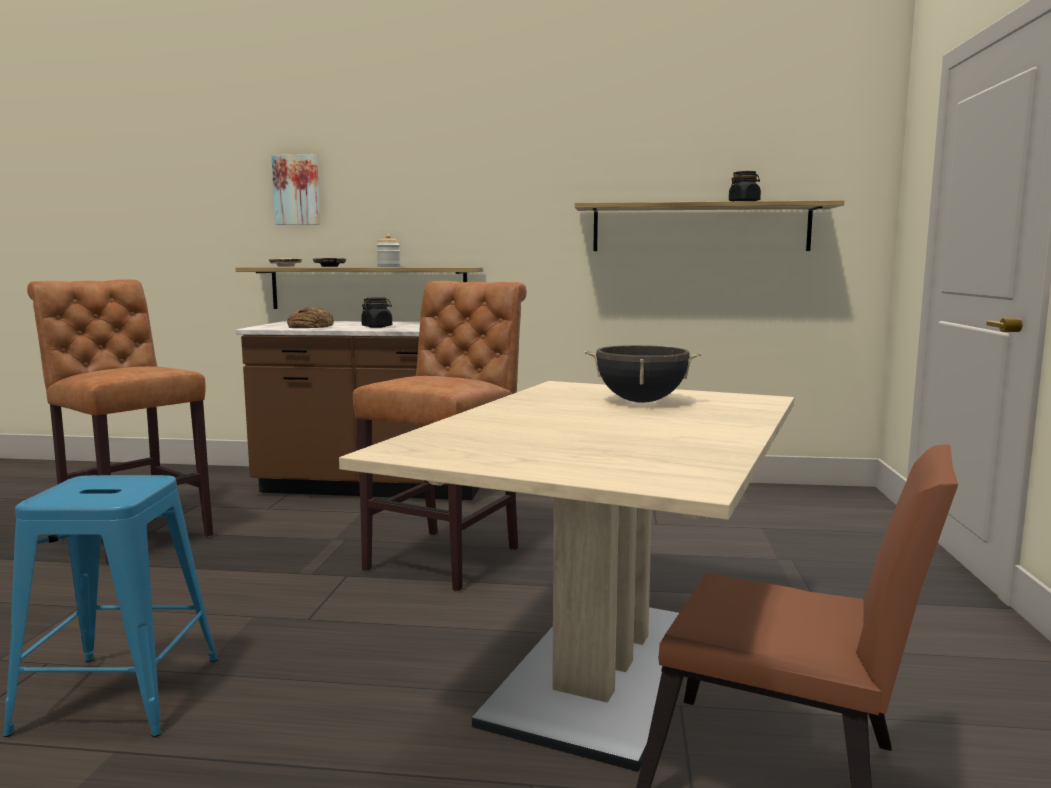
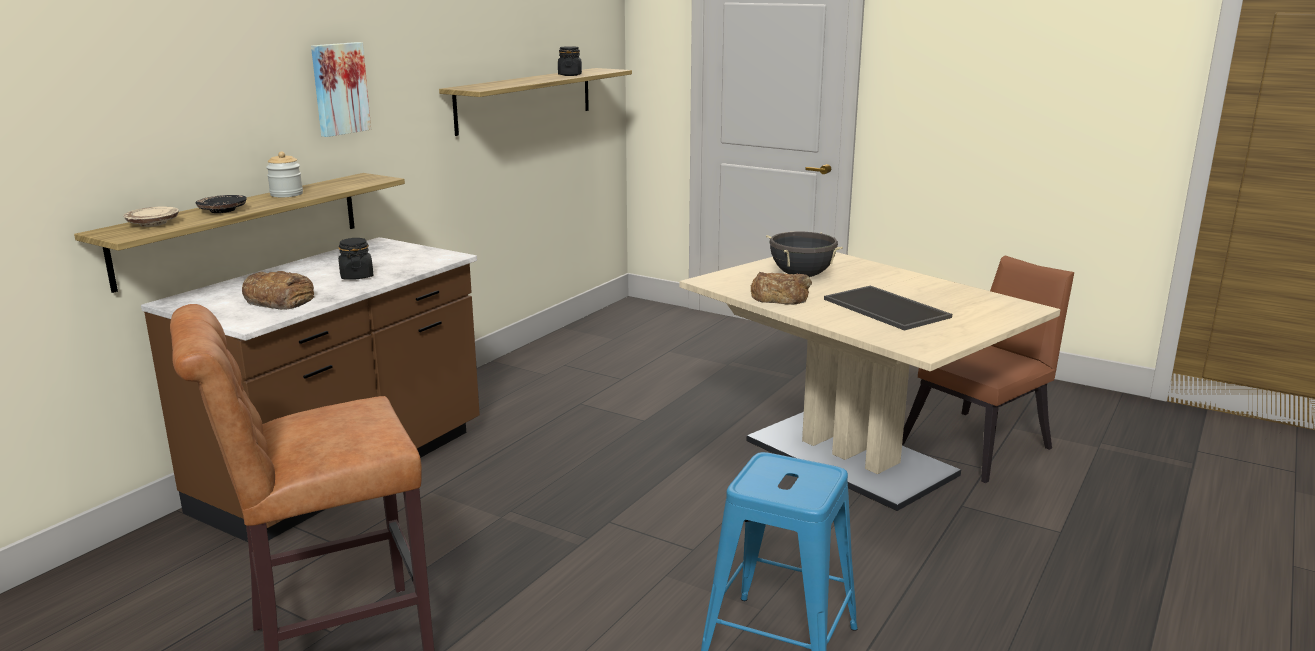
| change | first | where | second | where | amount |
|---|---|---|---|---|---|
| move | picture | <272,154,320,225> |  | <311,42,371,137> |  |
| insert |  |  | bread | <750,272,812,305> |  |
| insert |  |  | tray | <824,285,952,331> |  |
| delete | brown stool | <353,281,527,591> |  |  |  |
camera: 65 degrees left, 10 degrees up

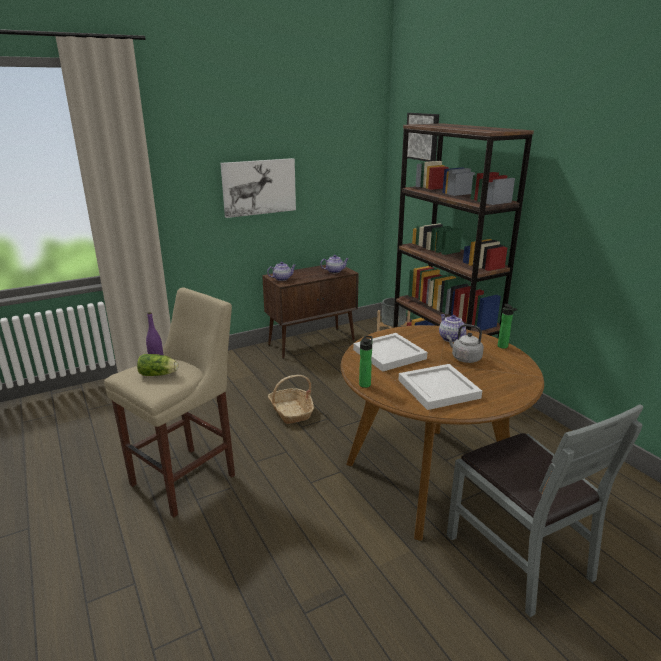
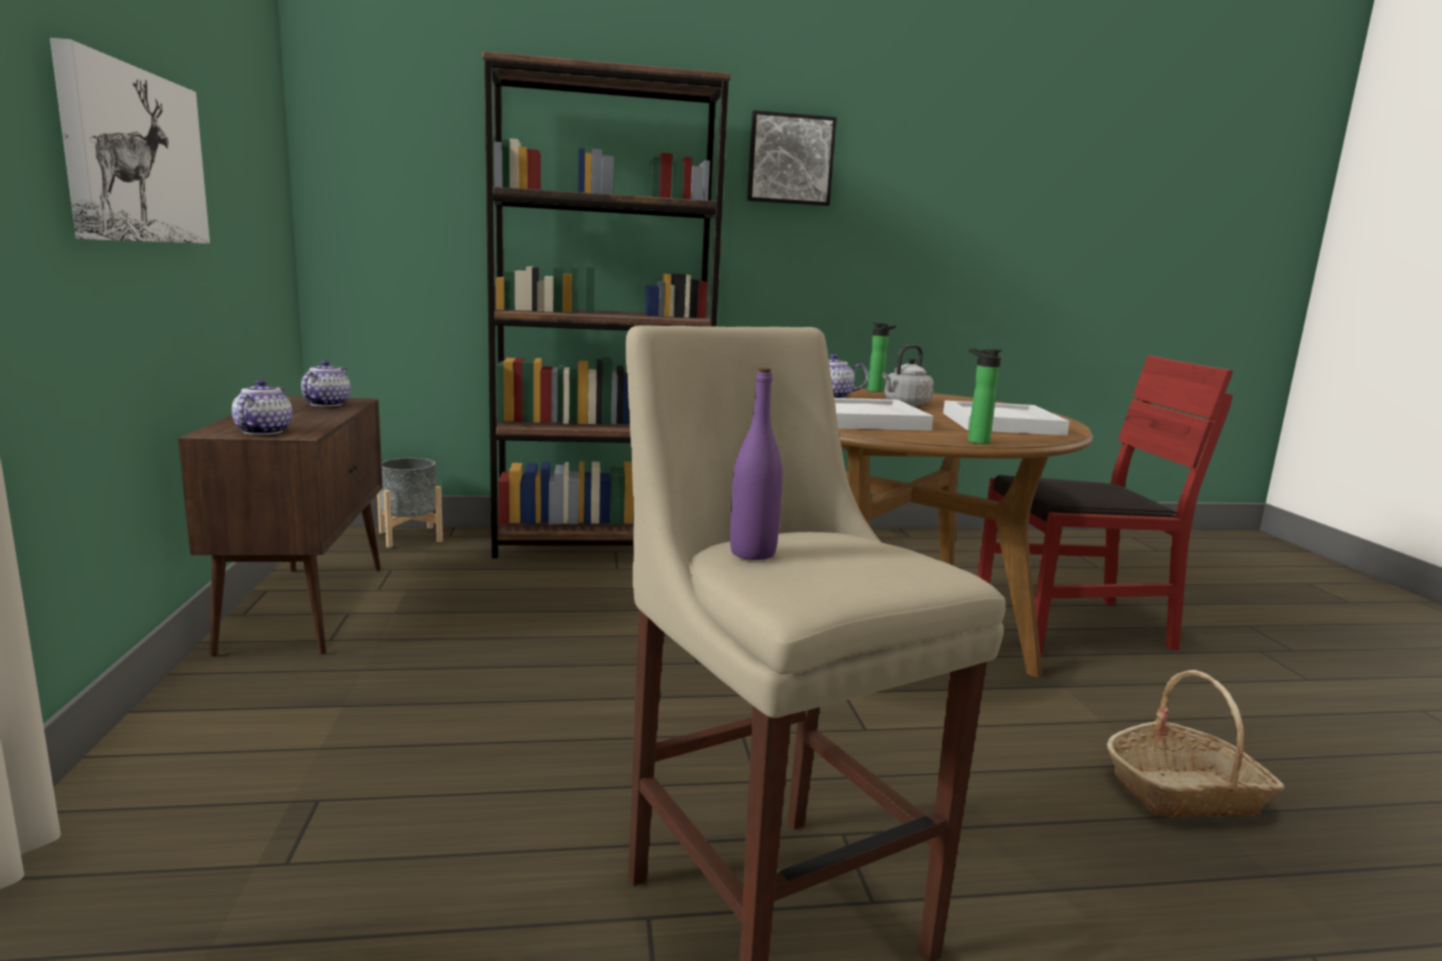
| change | first | where | second | where | amount |
|---|---|---|---|---|---|
| move | picture | <407,113,439,162> |  | <747,110,837,206> |  |
| recolor | grey chair | <447,404,643,617> | red chair | <977,355,1233,654> |  |
| move | basket | <268,375,314,424> |  | <1107,670,1284,818> |  |
| delete | lettuce | <137,354,178,376> |  |  |  |
camera: 70 degrees left, 10 degrees down

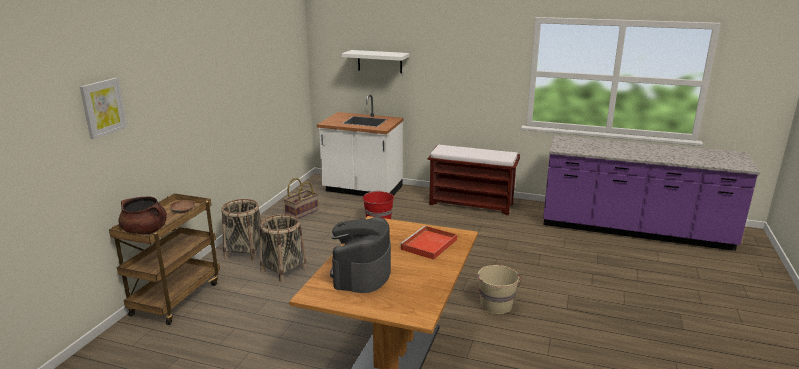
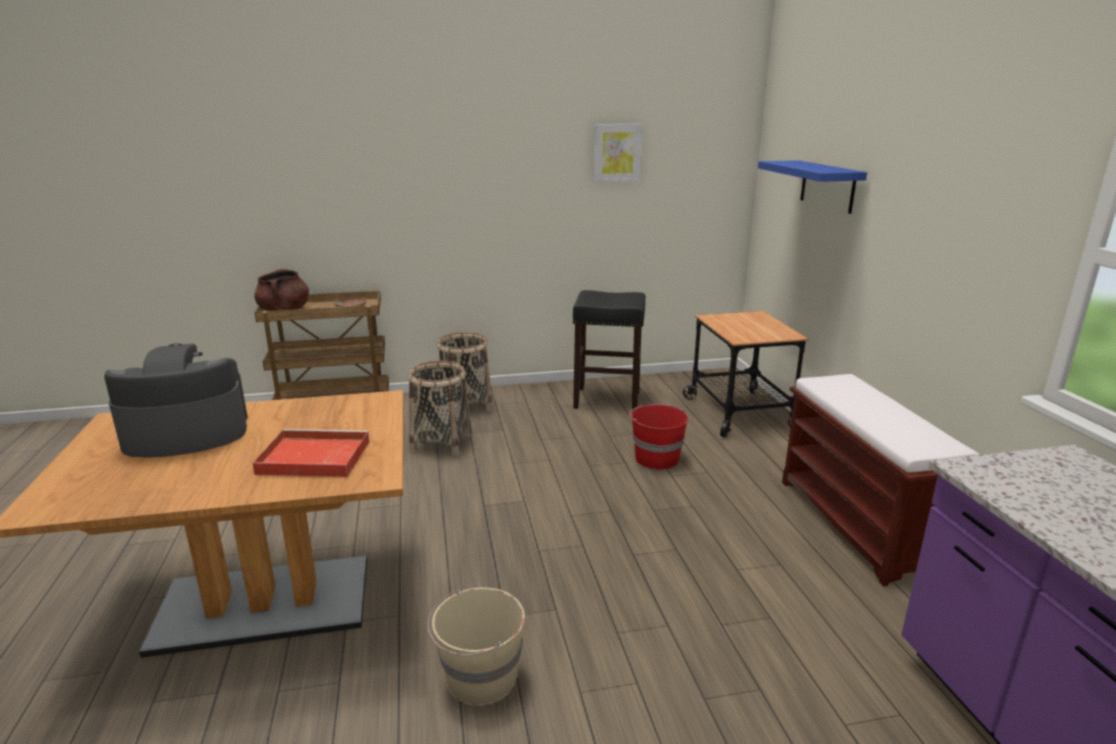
| change | first | where | second | where | amount |
|---|---|---|---|---|---|
| replace | basket | <284,178,319,219> | black stool | <573,290,646,411> |  |
| move | picture | <80,78,127,139> |  | <593,124,642,182> |  |
| replace | white counter | <317,95,404,196> | cart | <683,311,809,437> |  |
| recolor | white shelf | <342,50,409,73> | blue shelf | <758,160,867,214> |  |
camera: 60 degrees right, 0 degrees up

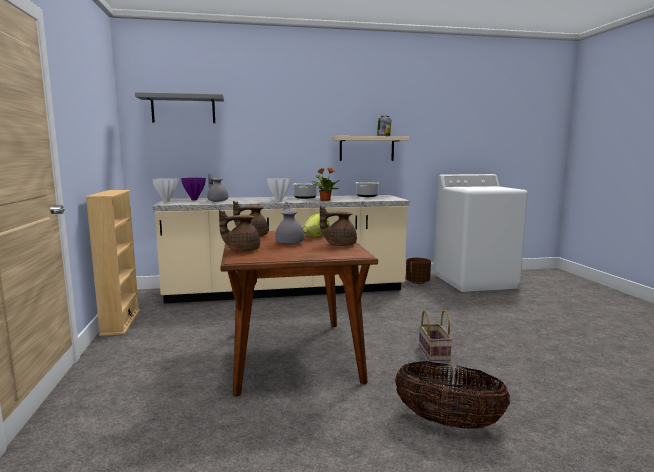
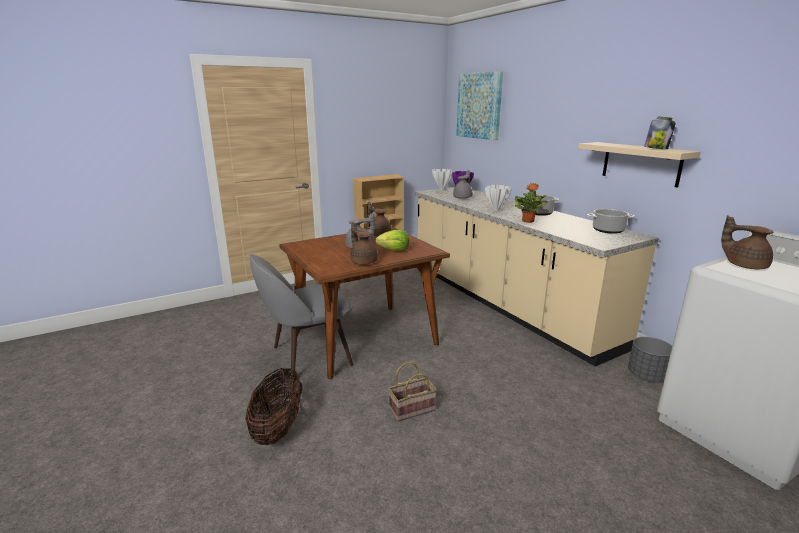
| change | first | where | second | where | amount |
|---|---|---|---|---|---|
| insert |  |  | grey chair | <249,254,353,379> |  |
| replace | grey shelf | <135,92,224,123> | picture | <456,71,503,140> |  |
| recolor | brown planter | <406,258,431,284> | grey planter | <628,337,672,382> |  |
| move | brown teapot | <219,210,260,252> |  | <721,215,773,269> |  |
camera: 70 degrees right, 10 degrees up

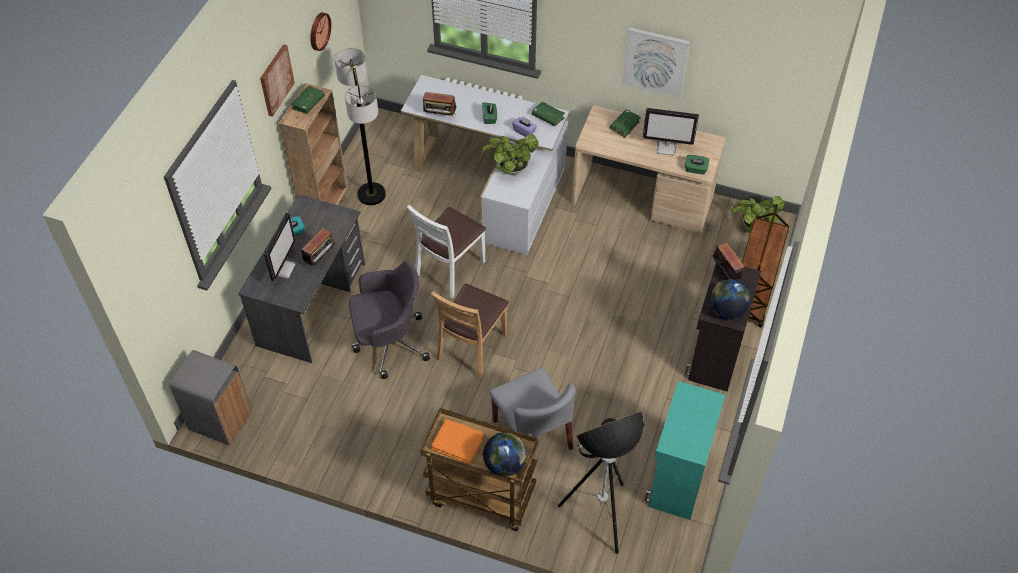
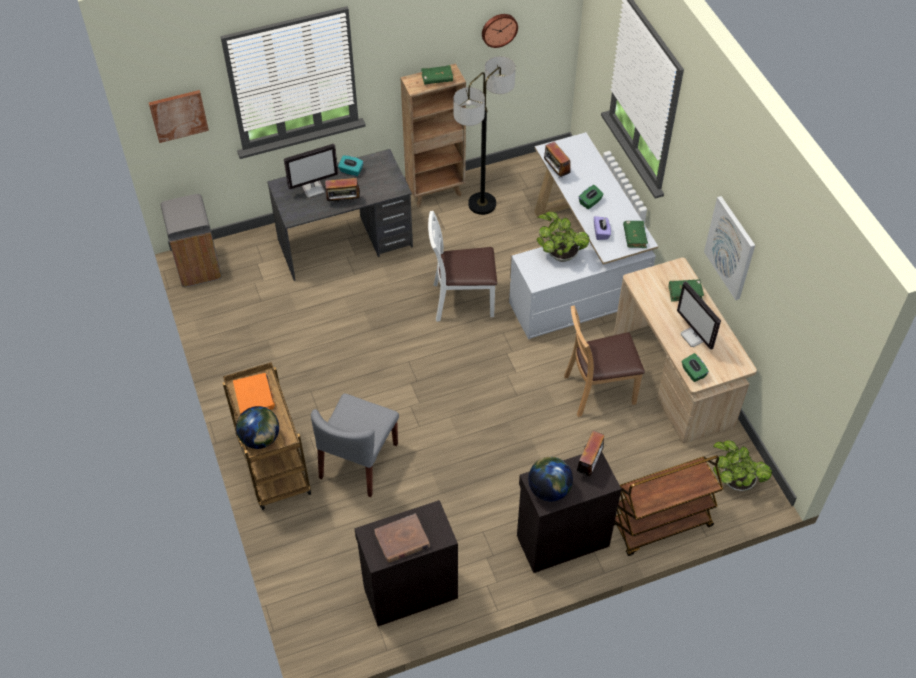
| change | first | where | second | where | amount |
|---|---|---|---|---|---|
| move | picture | <260,44,295,117> |  | <149,90,209,143> |  |
| recolor | turquoise cabinet | <644,381,725,520> | black cabinet | <354,500,458,626> |  |
| insert |  |  | brown book | <374,514,430,563> |  |
| move | brown chair | <431,284,509,379> |  | <564,305,645,417> |  |
| delete | grey office chair | <349,261,430,379> |  |  |  |
| delete | floor lamp | <558,411,645,554> |  |  |  |
camera: 50 degrees right, 0 degrees up

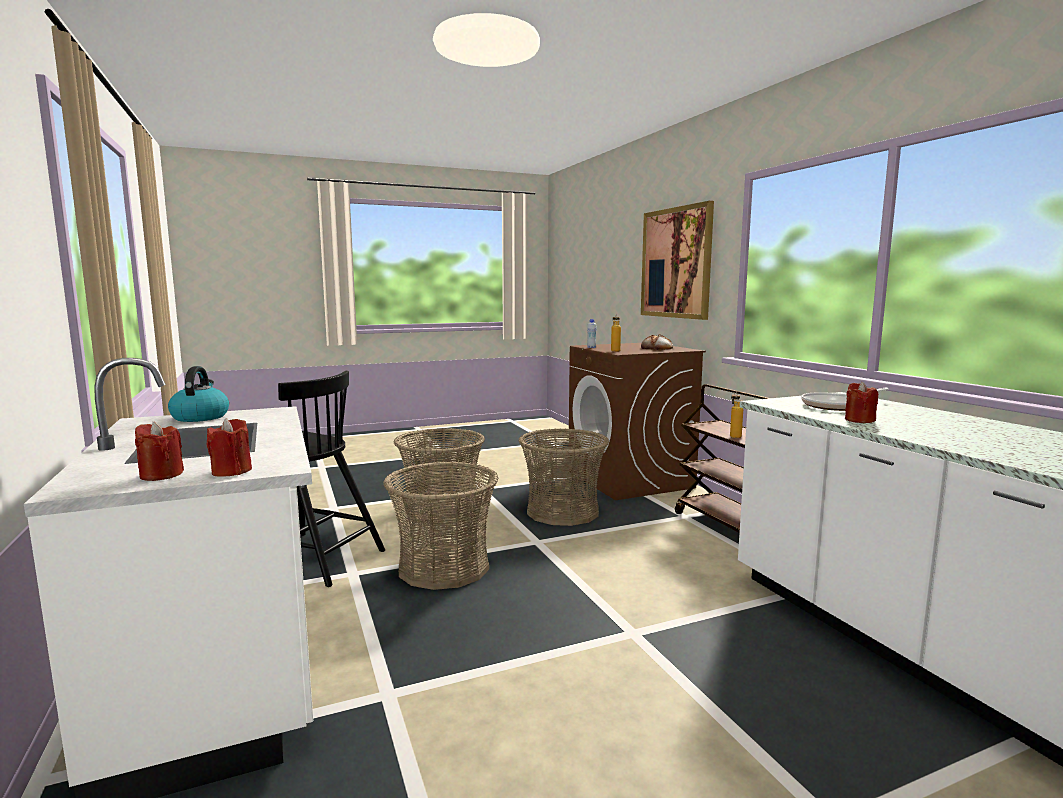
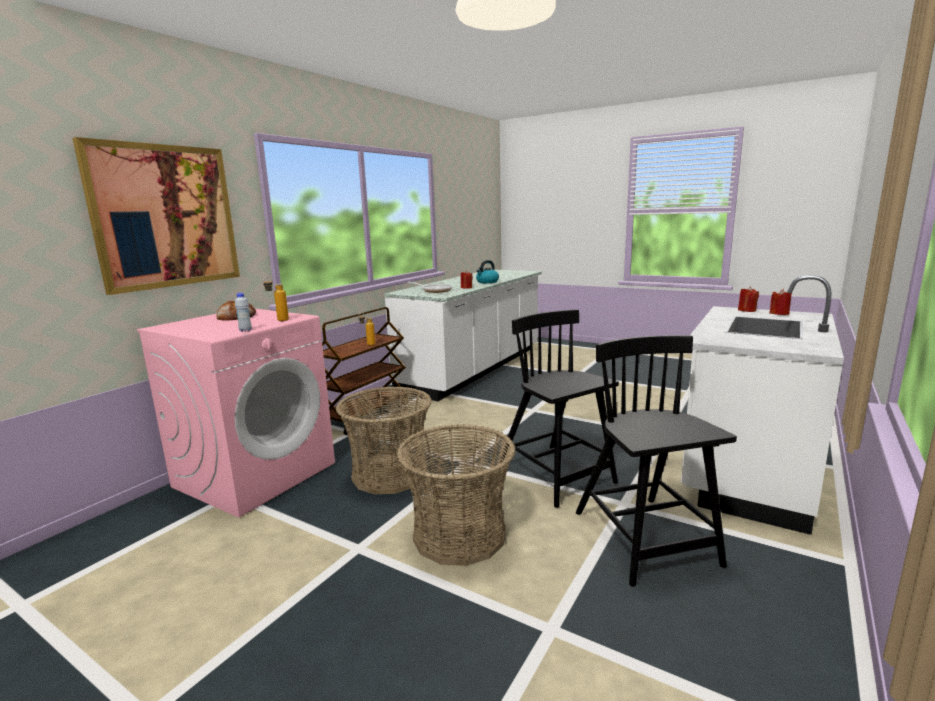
| change | first | where | second | where | amount |
|---|---|---|---|---|---|
| recolor | brown washing machine | <569,343,706,500> | pink washing machine | <137,309,335,518> |  |
| move | kettle | <168,366,229,422> |  | <476,260,499,283> |  |
| replace | basket | <383,462,498,590> | black chair | <501,310,619,508> |  |
camera: 125 degrees left, 5 degrees up

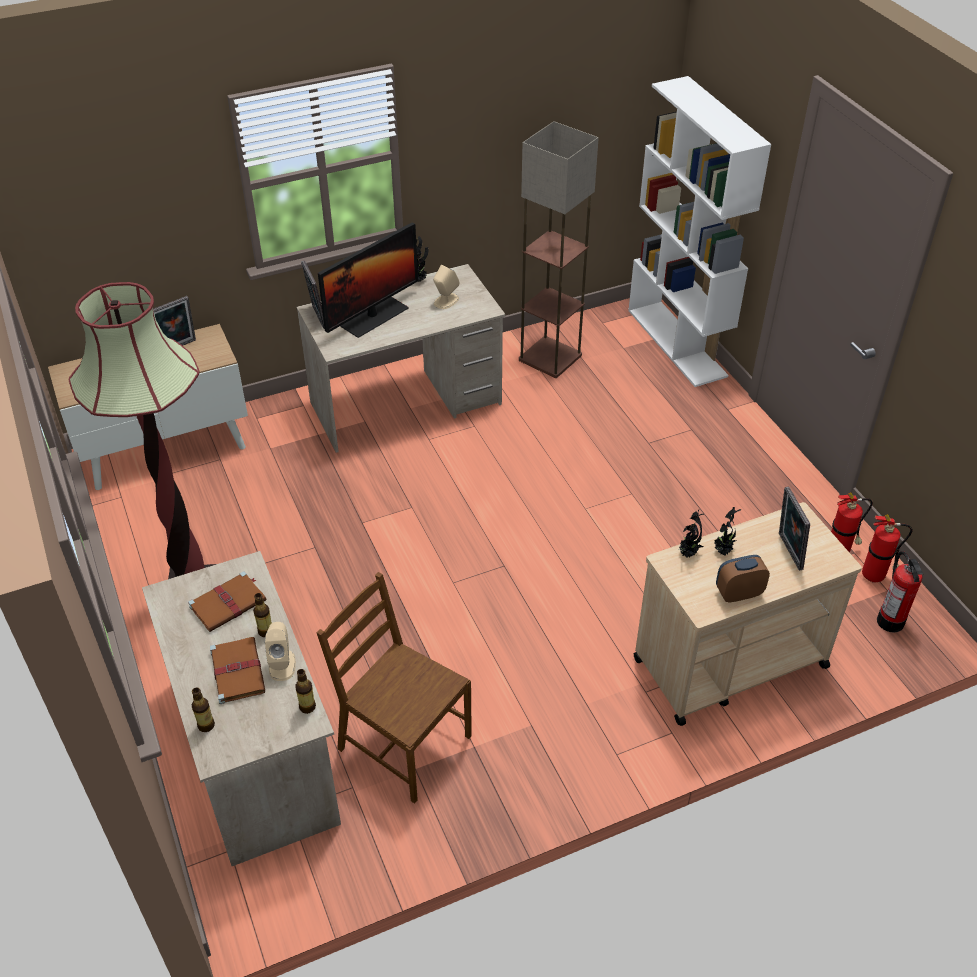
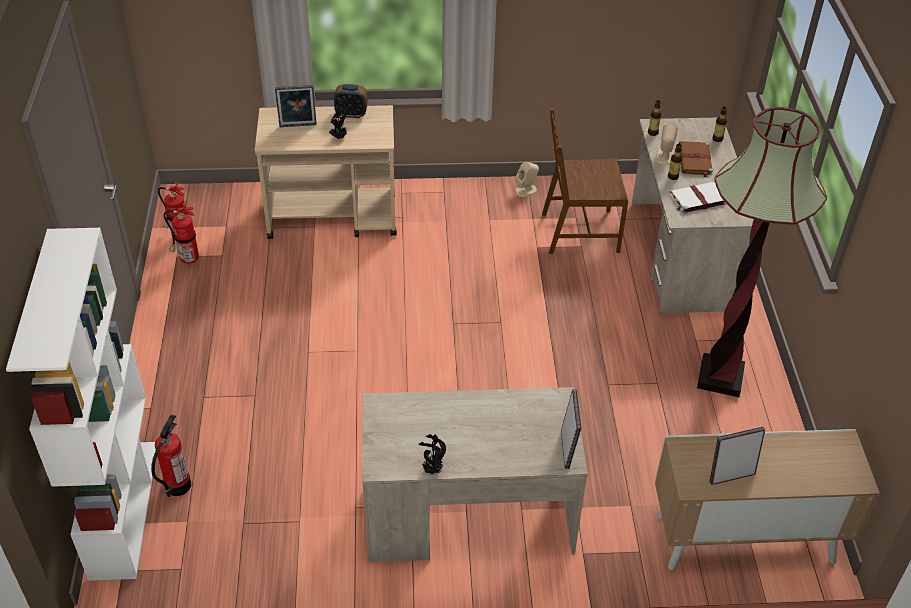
| change | first | where | second | where | amount |
|---|---|---|---|---|---|
| move | fire extinguisher | <877,551,923,633> |  | <151,414,191,497> |  |
| rotate | picture frame | <779,486,810,571> |  | <275,85,317,127> | 75 degrees clockwise |
| move | beige speaker | <433,265,460,309> |  | <515,162,539,197> |  |
| rotate | brown chair | <316,572,472,804> |  | <542,108,628,254> | 120 degrees clockwise |
| recolor | brown book | <188,571,266,632> | white book | <670,182,726,214> |  |
| delete | monitor | <318,222,418,338> |  |  |  |
| delete | floor lamp | <519,121,599,378> |  |  |  |
| delete | potted plant | <679,510,704,558> |  |  |  |
camera: 160 degrees left, 0 degrees up

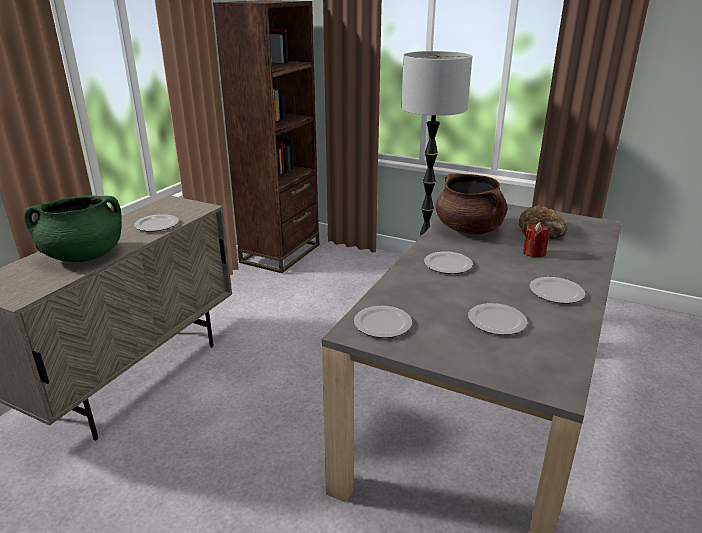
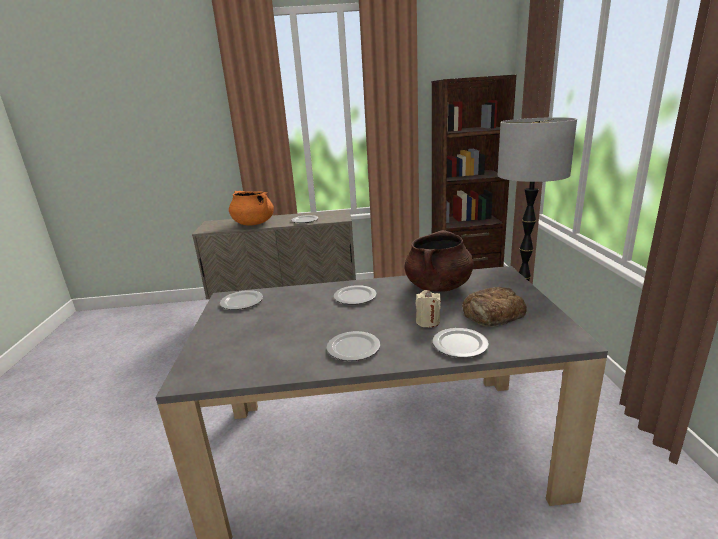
| change | first | where | second | where | amount |
|---|---|---|---|---|---|
| recolor | green cooking pot | <24,195,122,262> | orange cooking pot | <229,191,274,226> |  |
| recolor | red candle | <523,222,551,258> | beige candle | <415,290,441,328> |  |
| move | plate | <468,303,528,335> |  | <433,328,489,358> |  |
camera: 60 degrees right, 5 degrees down

